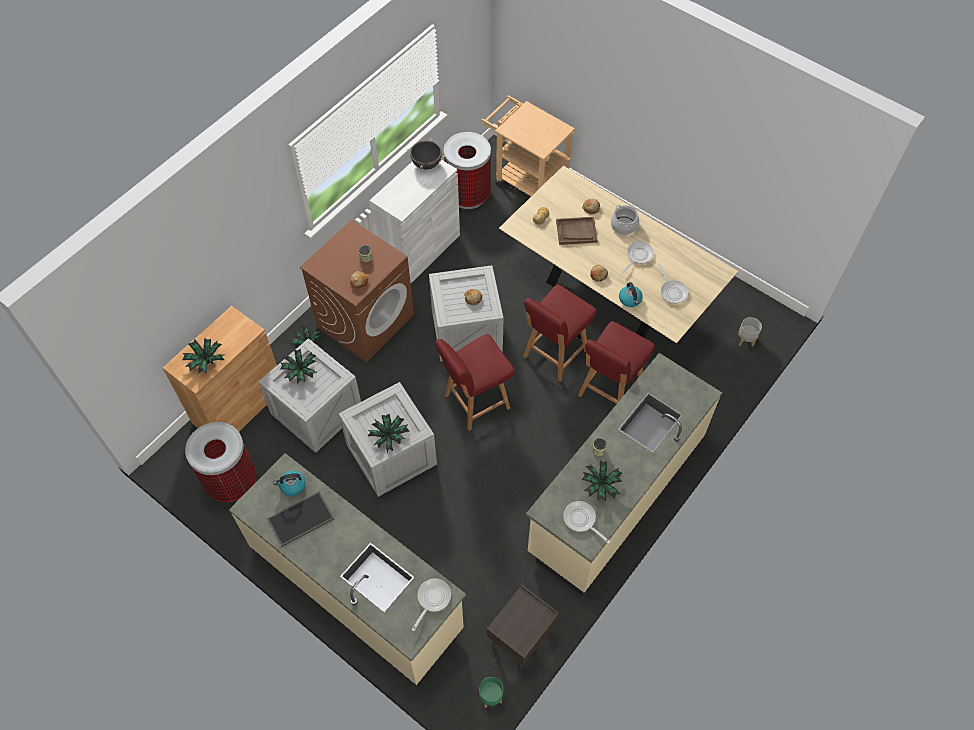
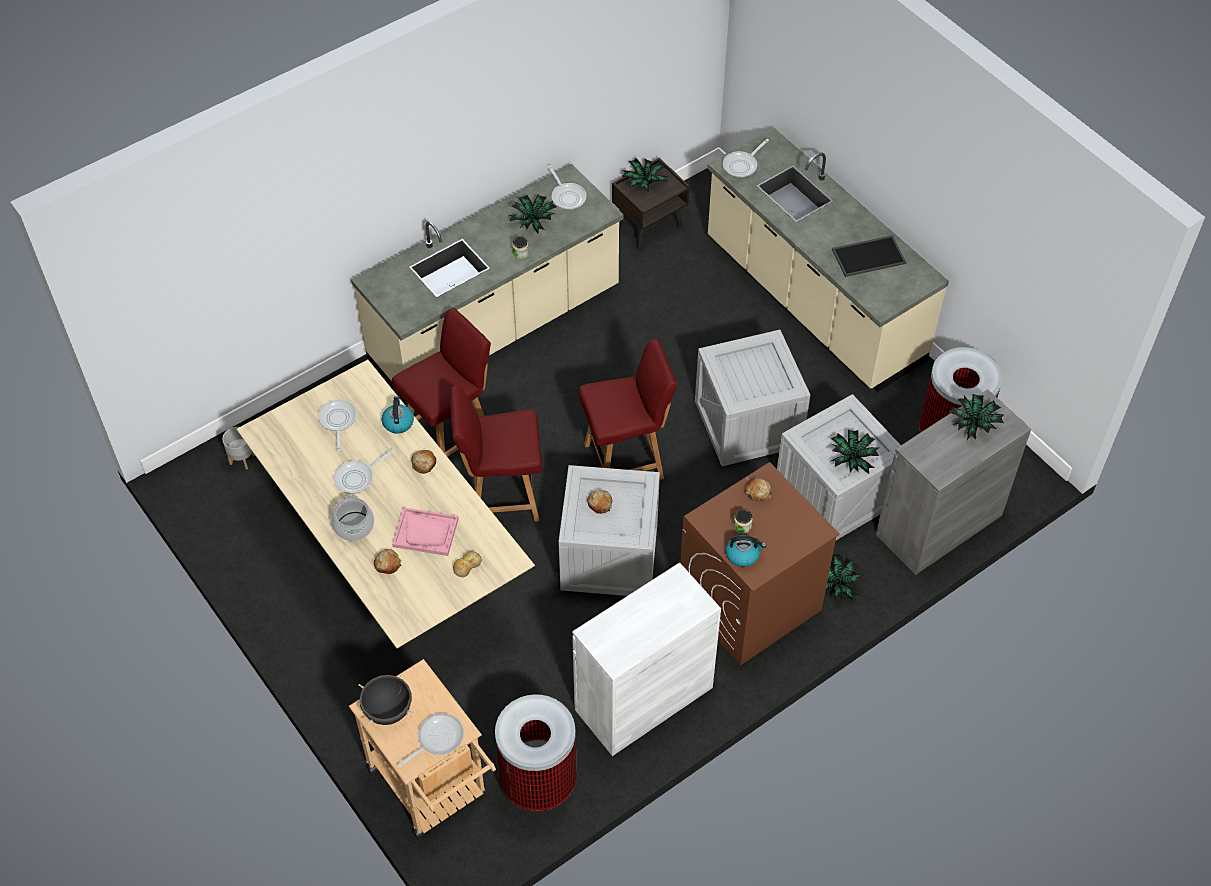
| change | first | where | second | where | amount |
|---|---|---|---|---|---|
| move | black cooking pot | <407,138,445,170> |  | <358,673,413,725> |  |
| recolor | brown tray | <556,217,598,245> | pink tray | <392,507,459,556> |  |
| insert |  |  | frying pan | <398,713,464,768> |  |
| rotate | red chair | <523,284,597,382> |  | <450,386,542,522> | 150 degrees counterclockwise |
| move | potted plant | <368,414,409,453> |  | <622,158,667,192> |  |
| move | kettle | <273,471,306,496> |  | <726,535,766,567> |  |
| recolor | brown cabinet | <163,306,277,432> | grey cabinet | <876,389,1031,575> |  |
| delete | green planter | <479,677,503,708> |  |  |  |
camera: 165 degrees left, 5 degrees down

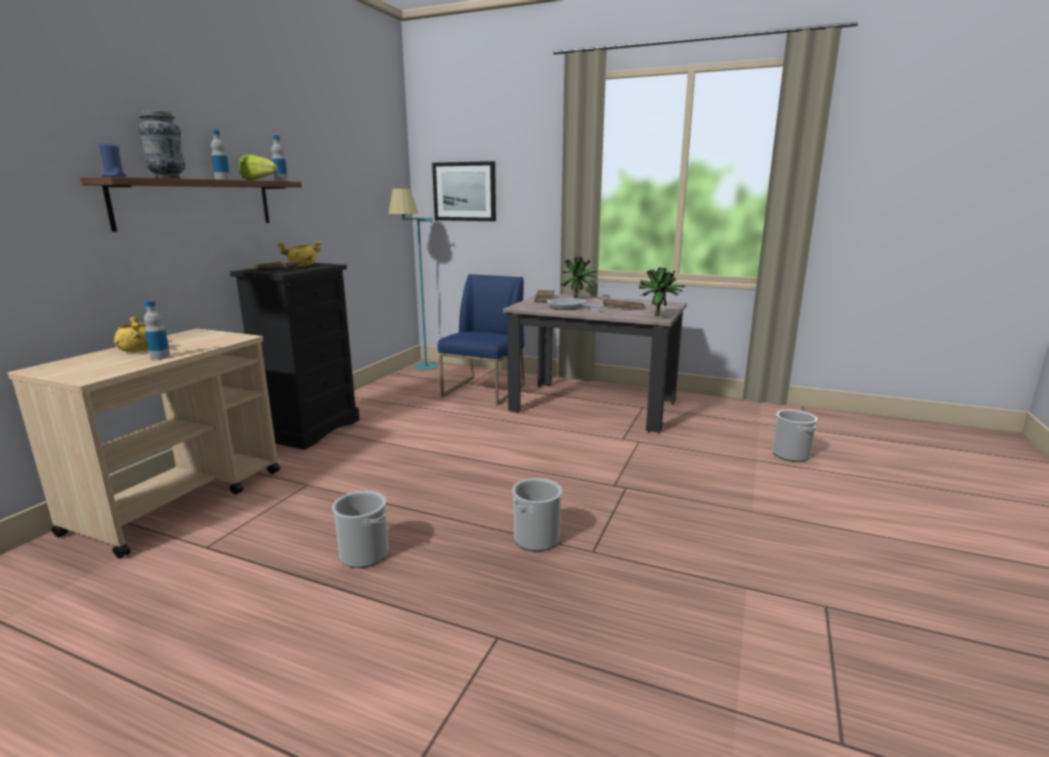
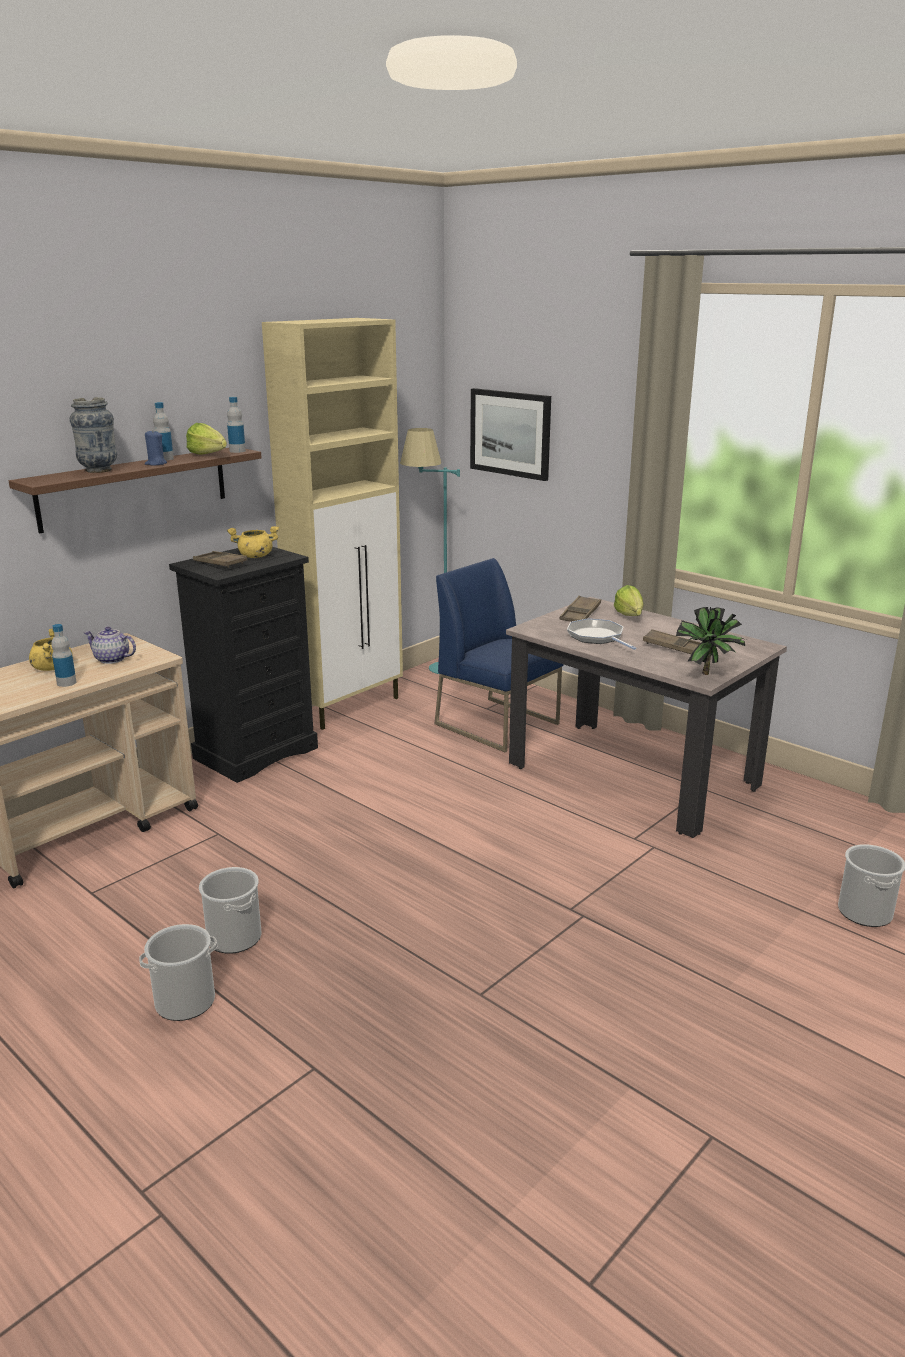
| change | first | where | second | where | amount |
|---|---|---|---|---|---|
| insert |  |  | teapot | <84,627,136,664> |  |
| move | bucket | <512,478,562,551> |  | <139,924,217,1021> |  |
| move | blue candle | <99,141,127,177> |  | <145,430,167,466> |  |
| insert |  |  | beige cabinet | <262,318,403,730> |  |
| rotate | blue chair | <438,274,525,405> |  | <435,558,564,752> | 90 degrees counterclockwise |
| replace | potted plant | <560,257,597,298> | lettuce | <614,585,644,616> |  |
camera: 20 degrees right, 5 degrees up

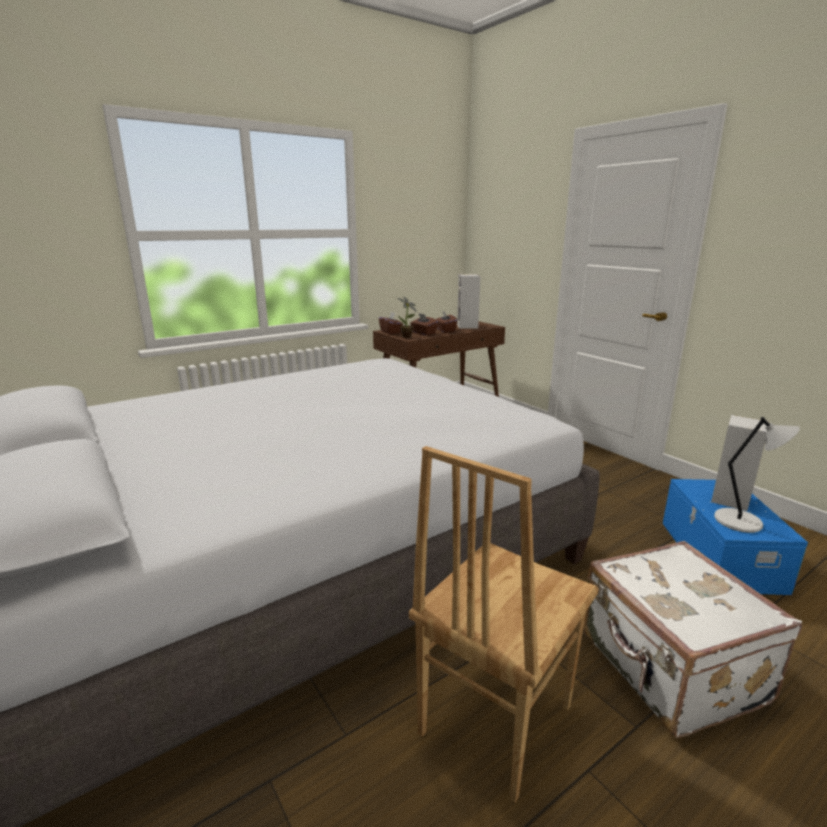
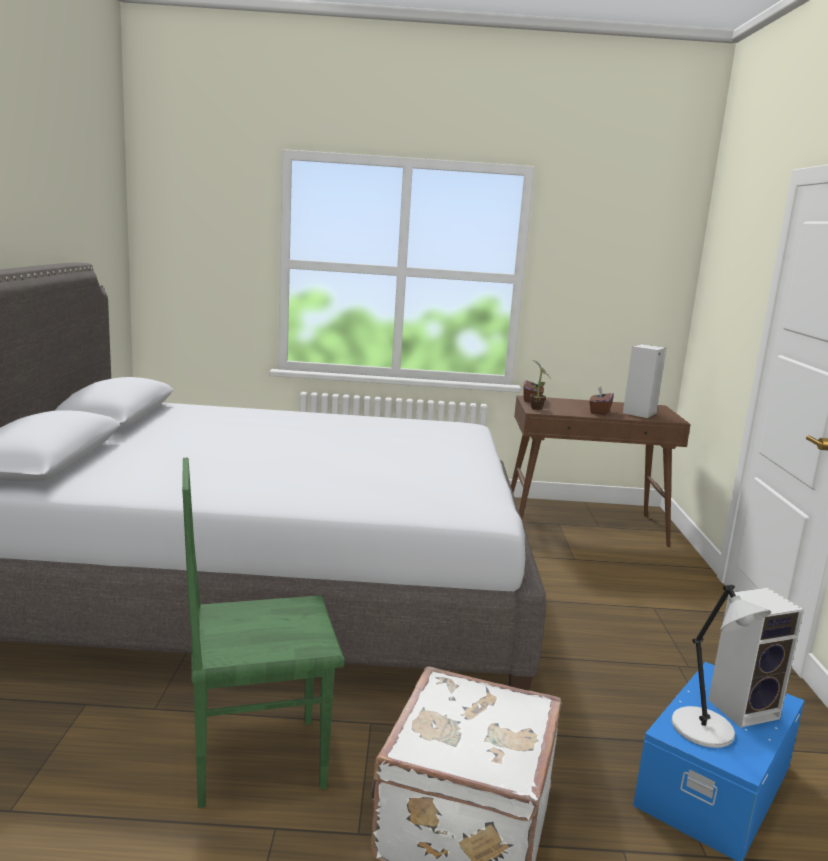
| change | first | where | second | where | amount |
|---|---|---|---|---|---|
| recolor | brown chair | <409,446,599,803> | green chair | <182,457,345,808> |  |
| delete | brown tissue box | <410,313,438,335> |  |  |  |
camera: 35 degrees right, 5 degrees down

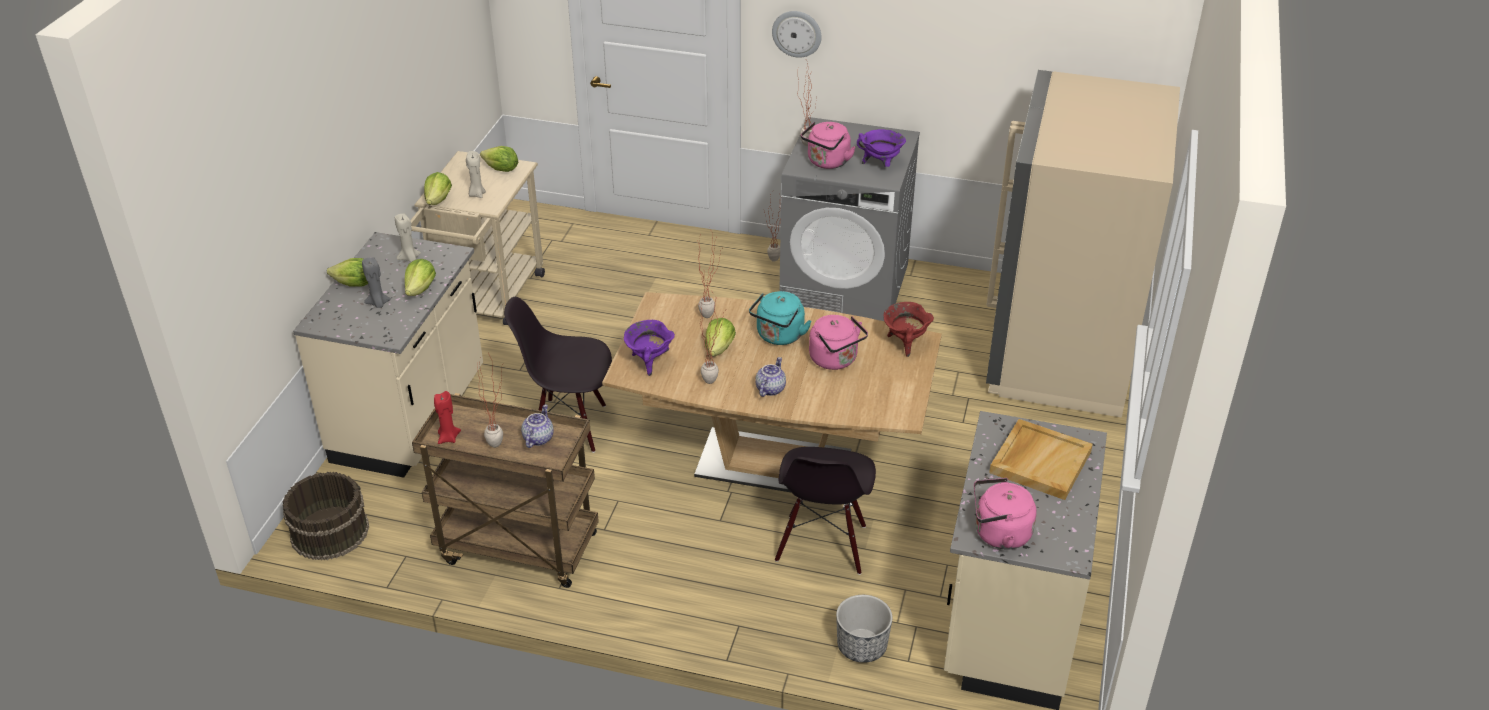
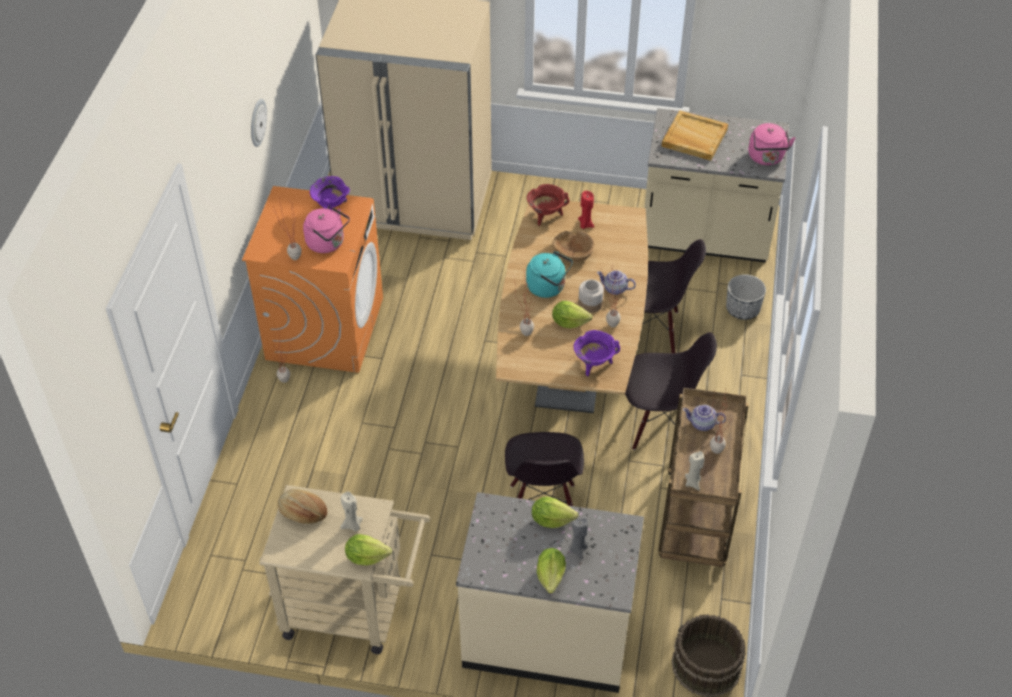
| change | first | where | second | where | amount |
|---|---|---|---|---|---|
| recolor | grey washing machine | <779,117,920,321> | orange washing machine | <242,186,383,373> |  |
| move | wall clock | <772,11,822,58> |  | <251,99,267,147> |  |
| replace | lettuce | <480,146,518,172> | bread | <278,488,327,524> |  |
| replace | pink kettle | <809,315,868,370> | brown bowl | <552,230,594,262> |  |
| move | red candle | <434,391,461,444> |  | <578,191,594,229> |  |
| insert |  |  | jar | <578,280,604,313> |  |
| insert |  |  | black chair | <625,332,717,450> |  |
| move | beige candle | <395,214,421,262> |  | <685,451,704,491> |  |
camera: 95 degrees left, 10 degrees up

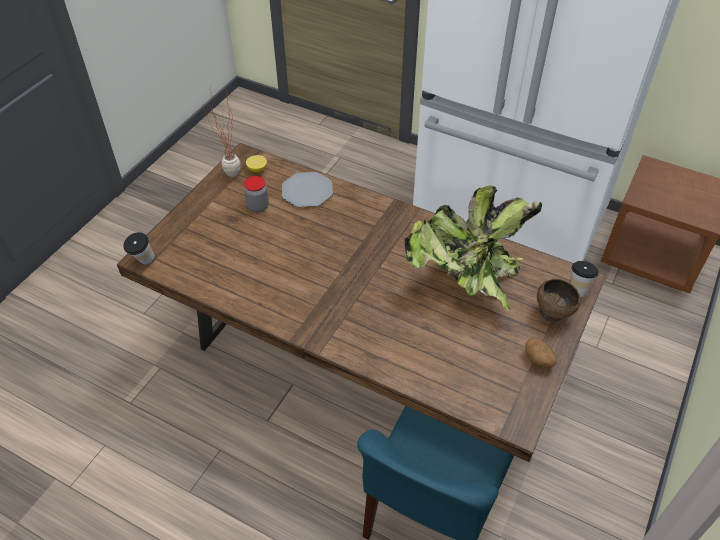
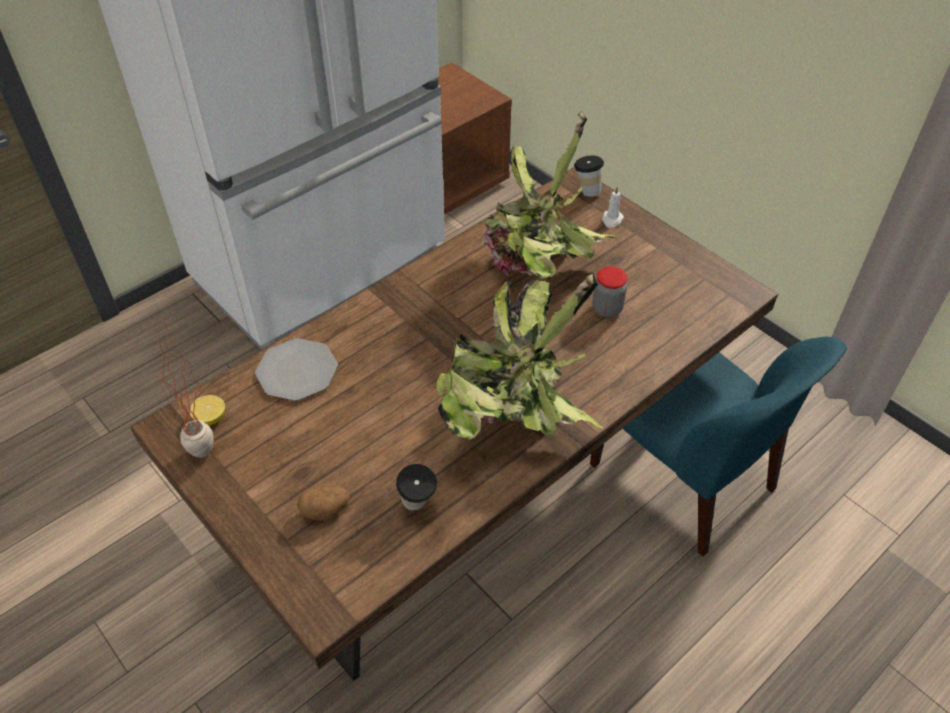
| change | first | where | second | where | amount |
|---|---|---|---|---|---|
| move | potato | <525,338,557,368> |  | <297,486,350,520> |  |
| move | cup | <123,232,154,264> |  | <396,464,437,511> |  |
| insert |  |  | potted plant | <436,274,603,440> |  |
| move | jar | <244,176,269,212> |  | <592,266,627,317> |  |
| replace | brown bowl | <537,279,580,322> | white candle | <602,187,624,228> |  |
camera: 70 degrees left, 0 degrees up

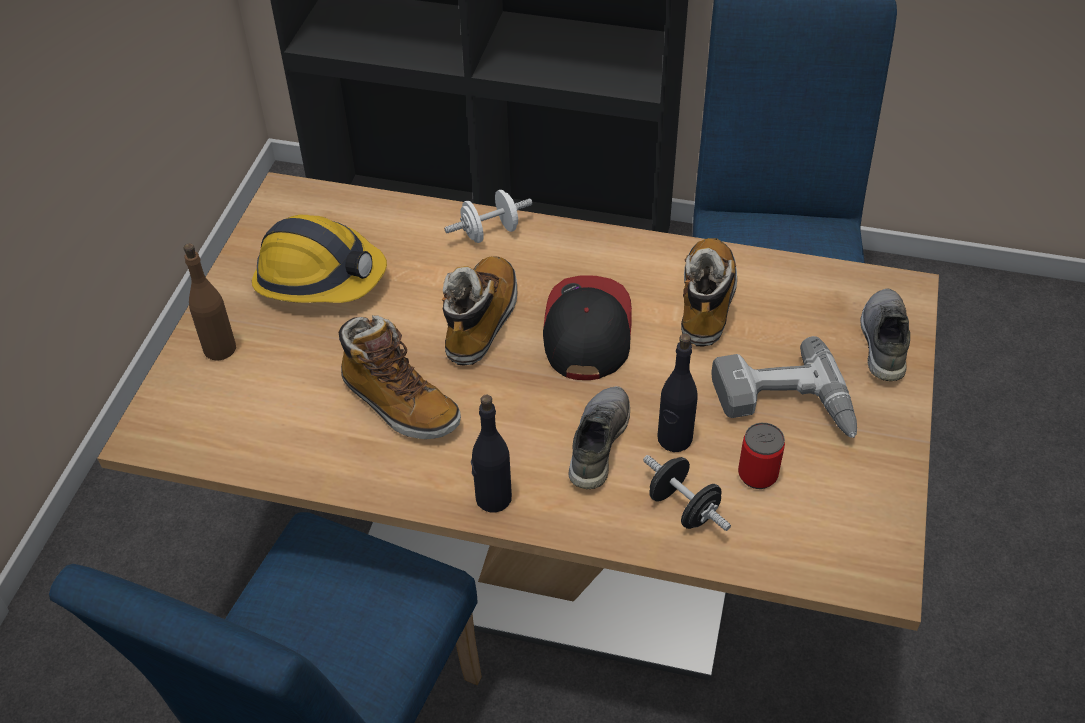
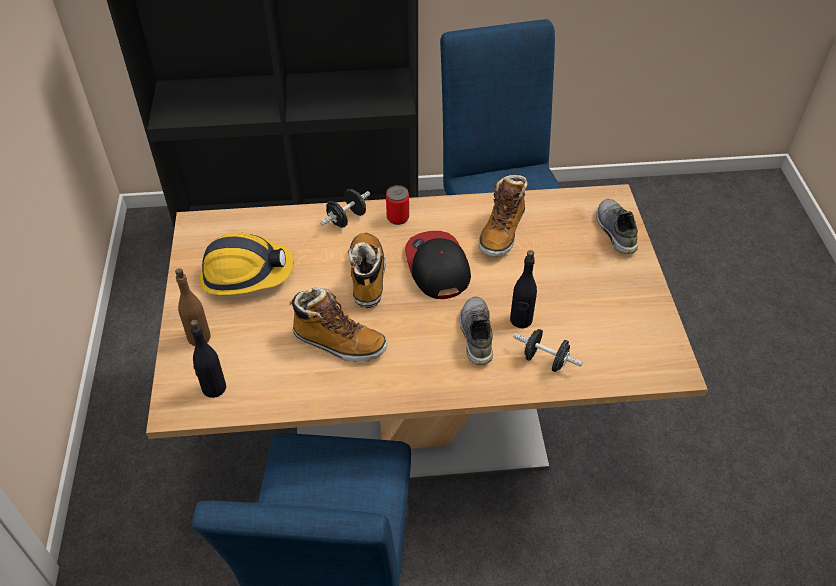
| change | first | where | second | where | amount |
|---|---|---|---|---|---|
| move | black bottle | <471,395,512,513> |  | <190,320,226,398> |  |
| recolor | white dumbbell | <444,190,533,243> | black dumbbell | <320,189,370,228> |  |
| move | can | <738,423,785,489> |  | <386,185,409,225> |  |
| rotate | boot | <681,238,737,347> |  | <478,174,528,257> | 150 degrees counterclockwise |
| delete | power drill | <711,336,857,438> |  |  |  |
camera: 20 degrees left, 0 degrees up

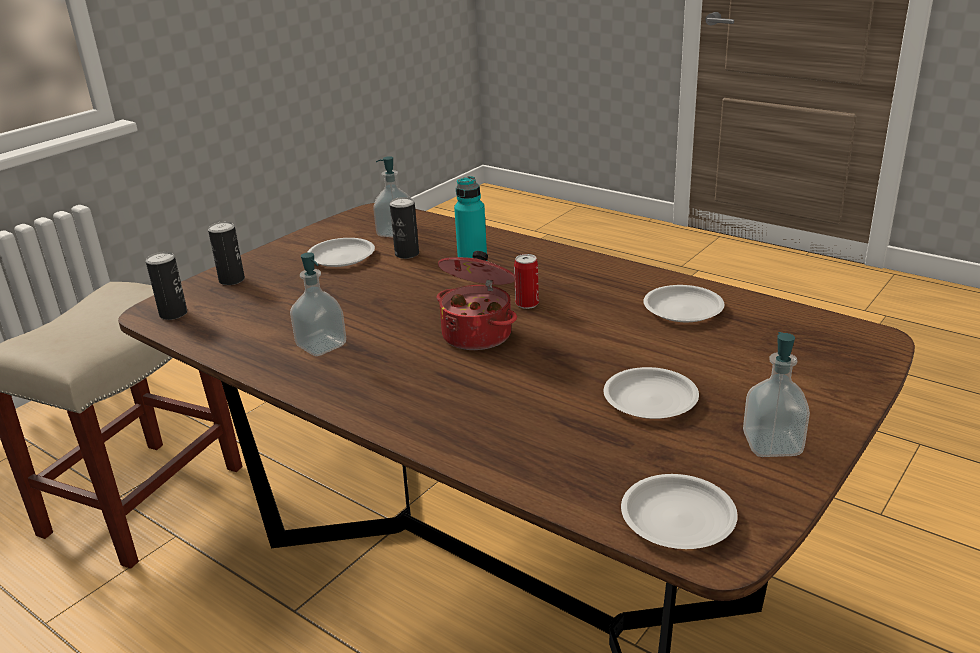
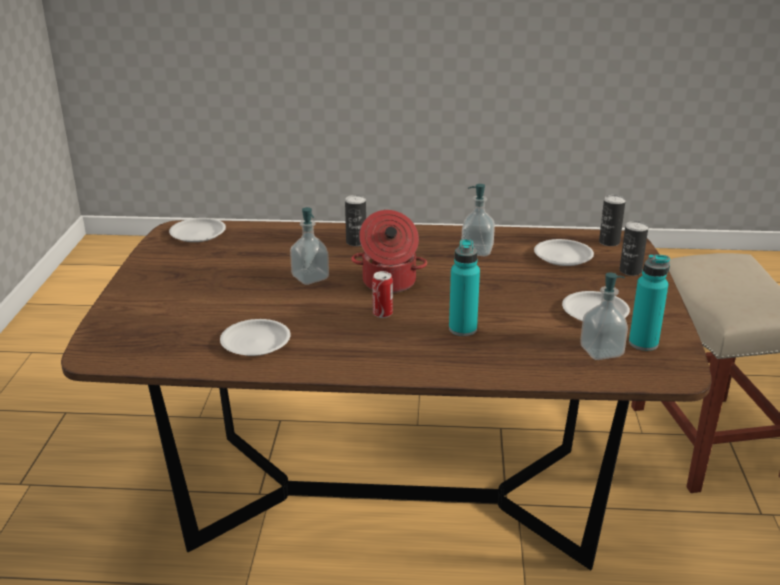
| change | first | where | second | where | amount |
|---|---|---|---|---|---|
| move | soap dispenser | <743,332,810,457> |  | <290,207,329,285> |  |
| move | can | <390,197,419,259> |  | <345,195,366,246> |  |
| move | white plate | <603,367,699,419> |  | <534,239,594,266> |  |
| insert |  |  | turquoise bottle | <629,254,670,351> |  |
camera: 145 degrees right, 0 degrees up

